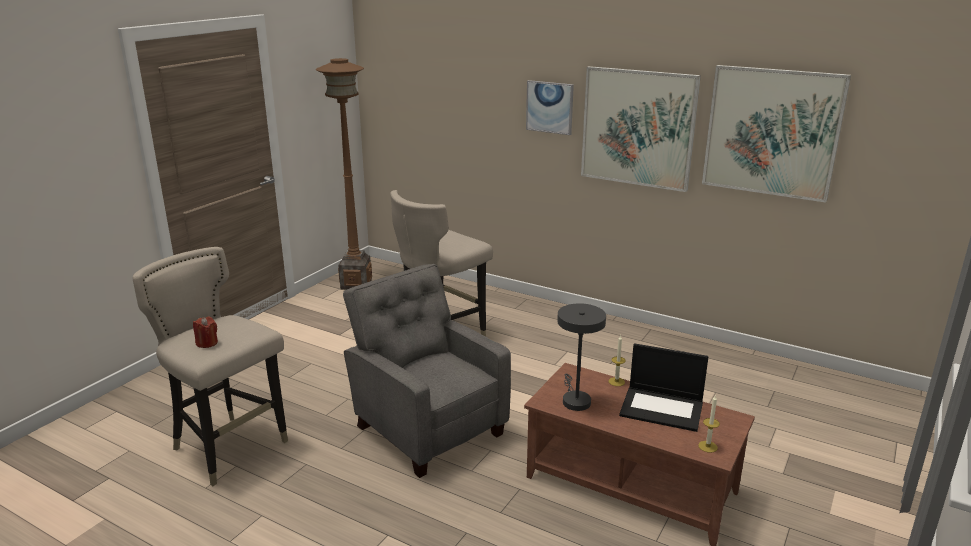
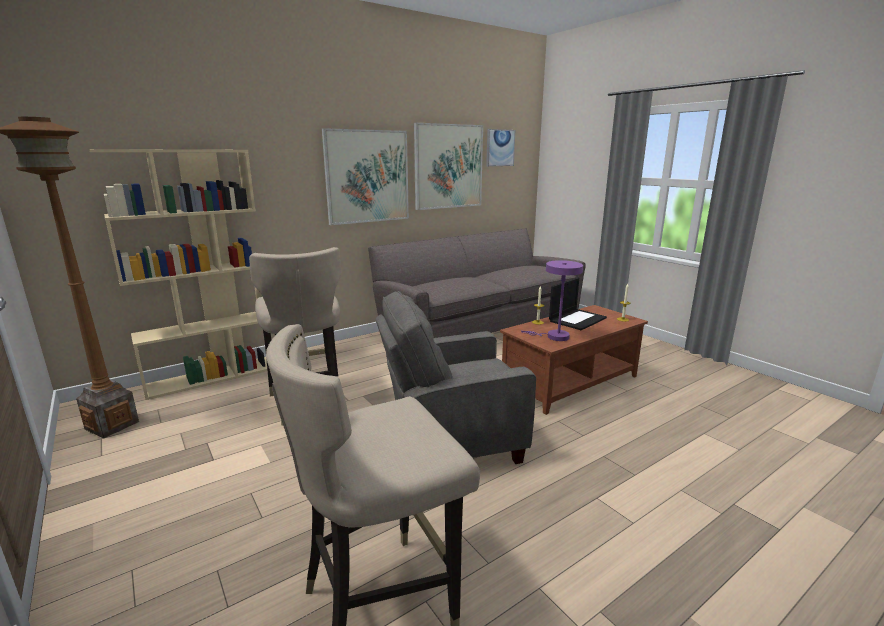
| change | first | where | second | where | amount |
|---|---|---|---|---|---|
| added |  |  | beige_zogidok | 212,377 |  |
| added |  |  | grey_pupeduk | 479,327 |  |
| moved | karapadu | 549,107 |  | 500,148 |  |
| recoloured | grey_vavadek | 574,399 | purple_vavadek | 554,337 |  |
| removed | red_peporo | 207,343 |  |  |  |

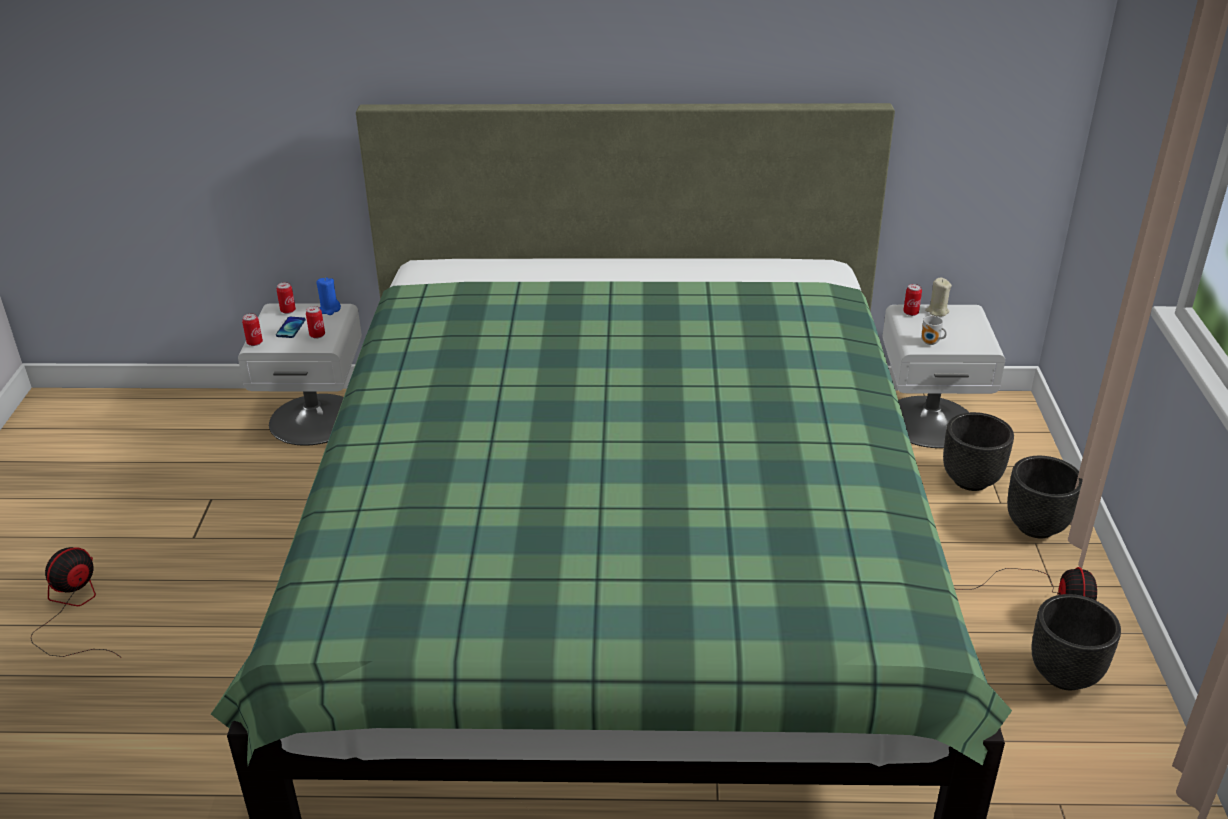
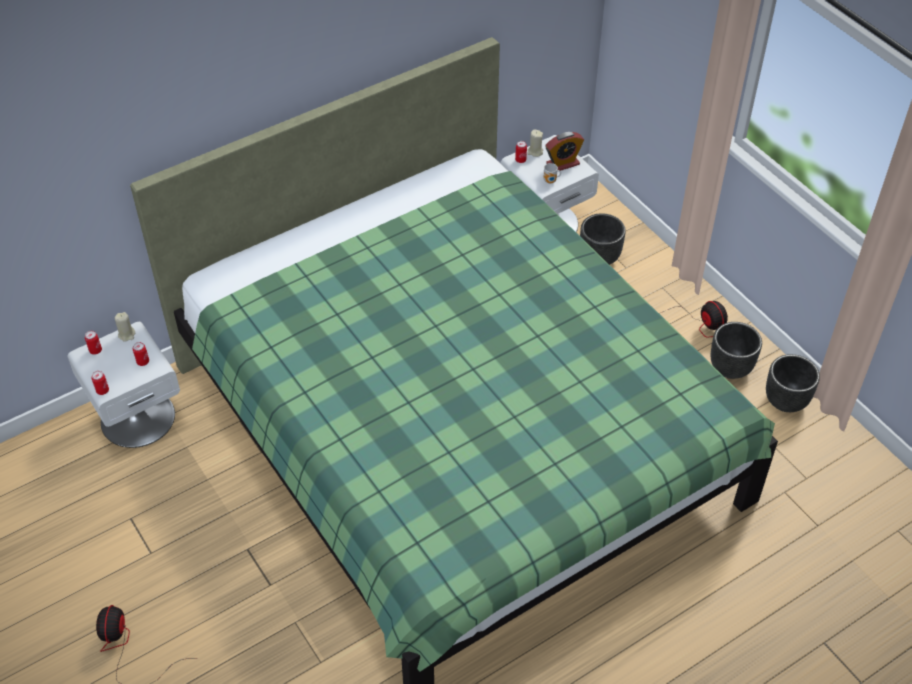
| change | first | where | second | where | amount |
|---|---|---|---|---|---|
| recoloured | blue_peporo | 329,309 | beige_peporo | 127,334 |  |
| added |  |  | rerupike | 563,164 |  |
| moved | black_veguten | 1035,526 |  | 784,402 |  |
| removed | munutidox | 291,328 |  |  |  |

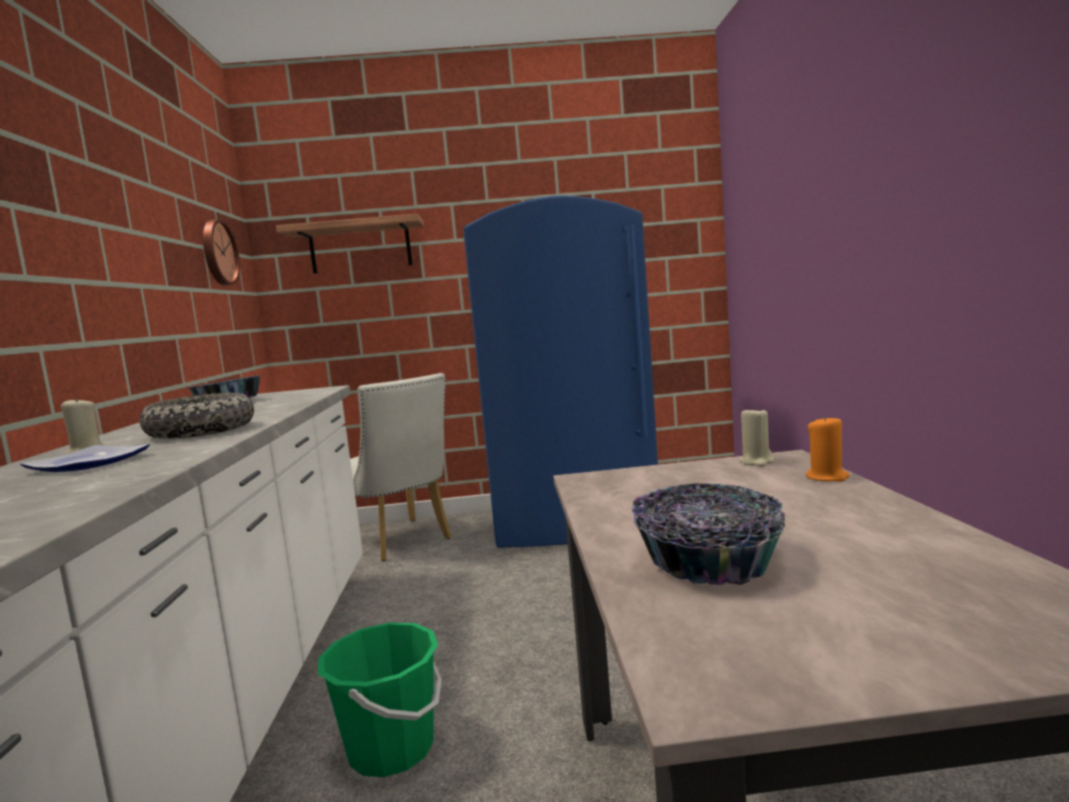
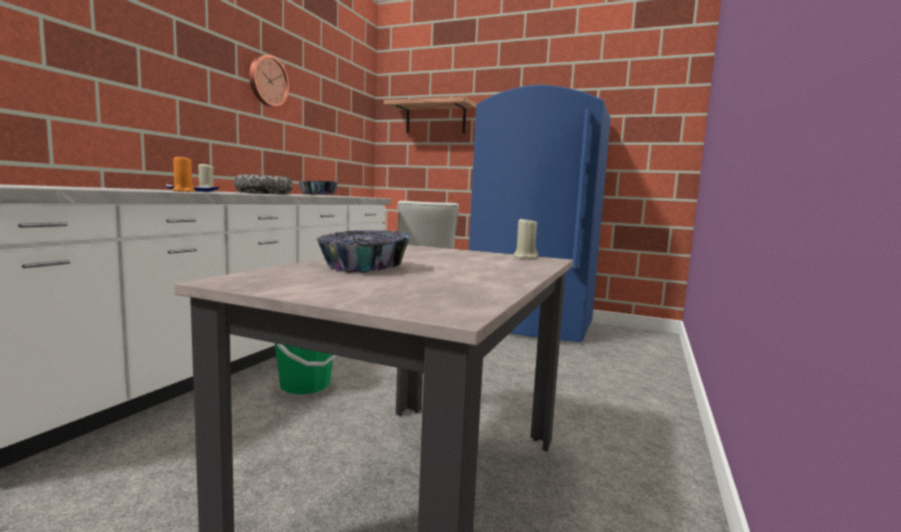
| change | first | where | second | where | amount |
|---|---|---|---|---|---|
| moved | orange_peporo | 827,477 |  | 184,191 |  |
| moved | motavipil | 218,253 |  | 267,81 |  |

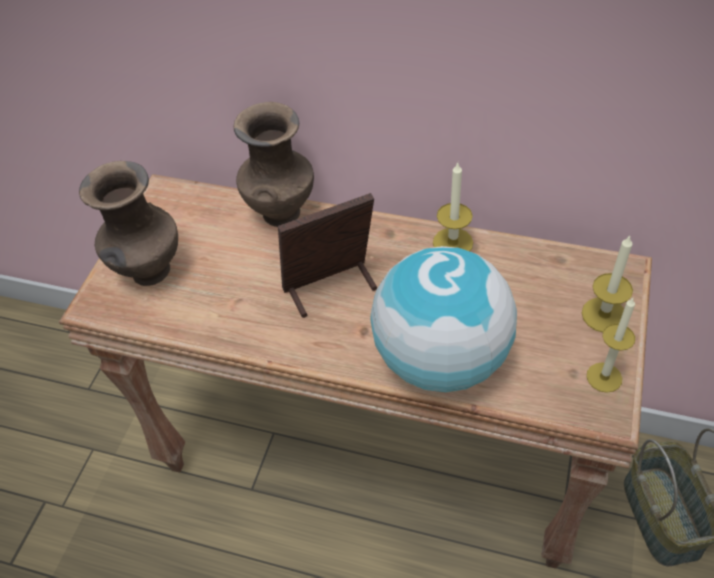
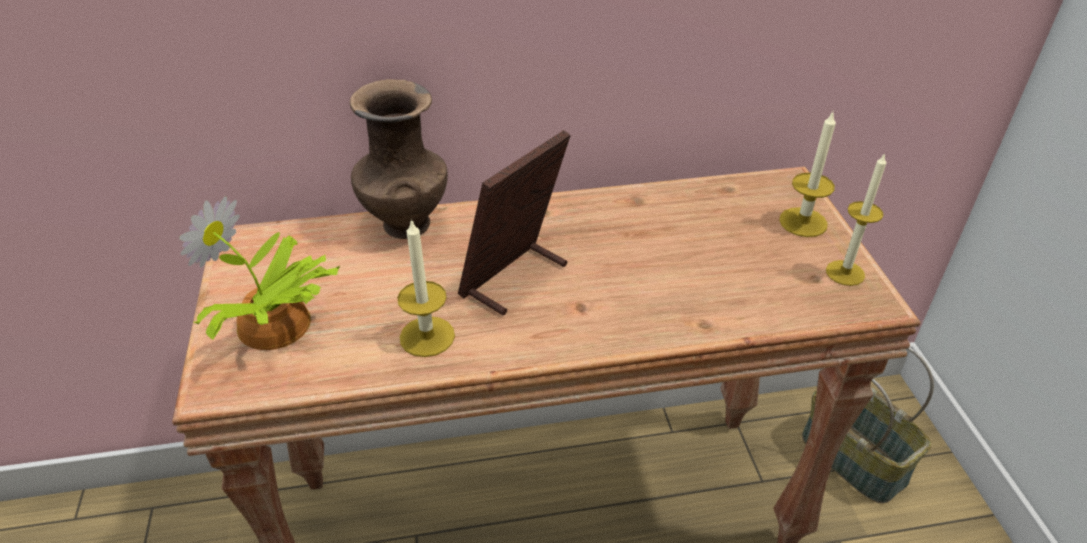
| change | first | where | second | where | amount |
|---|---|---|---|---|---|
| replaced | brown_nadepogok | 150,272 | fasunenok | 275,327 |  |
| moved | peporo | 452,243 |  | 427,336 |  |
| removed | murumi | 441,359 |  |  |  |

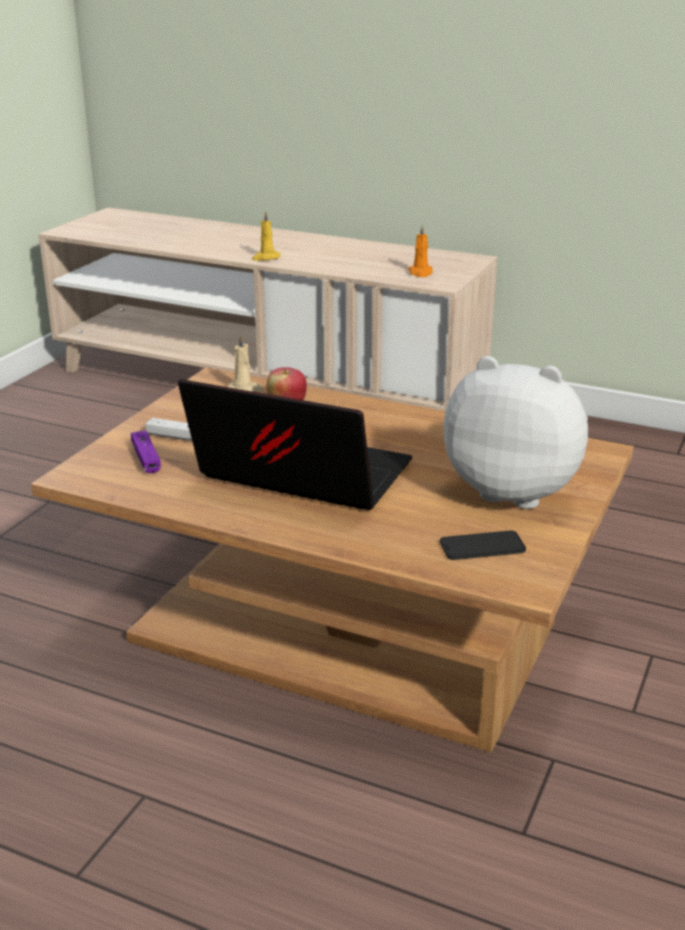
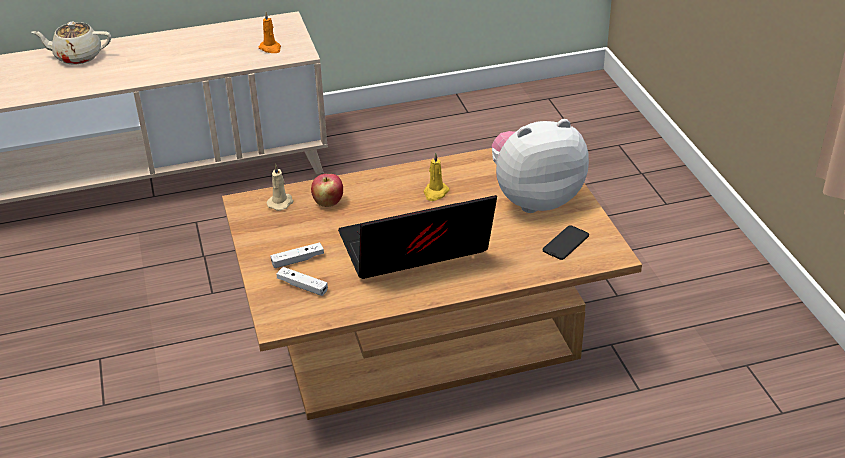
| change | first | where | second | where | amount |
|---|---|---|---|---|---|
| added |  |  | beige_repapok | 77,57 |  |
| recoloured | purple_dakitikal | 146,458 | white_dakitikal | 302,286 |  |
| moved | yellow_peporo | 265,258 |  | 435,193 |  |

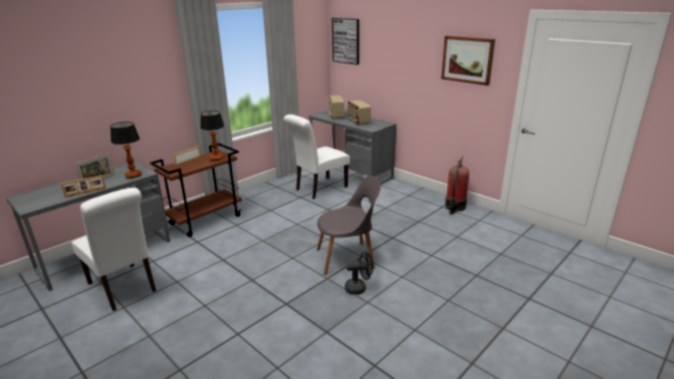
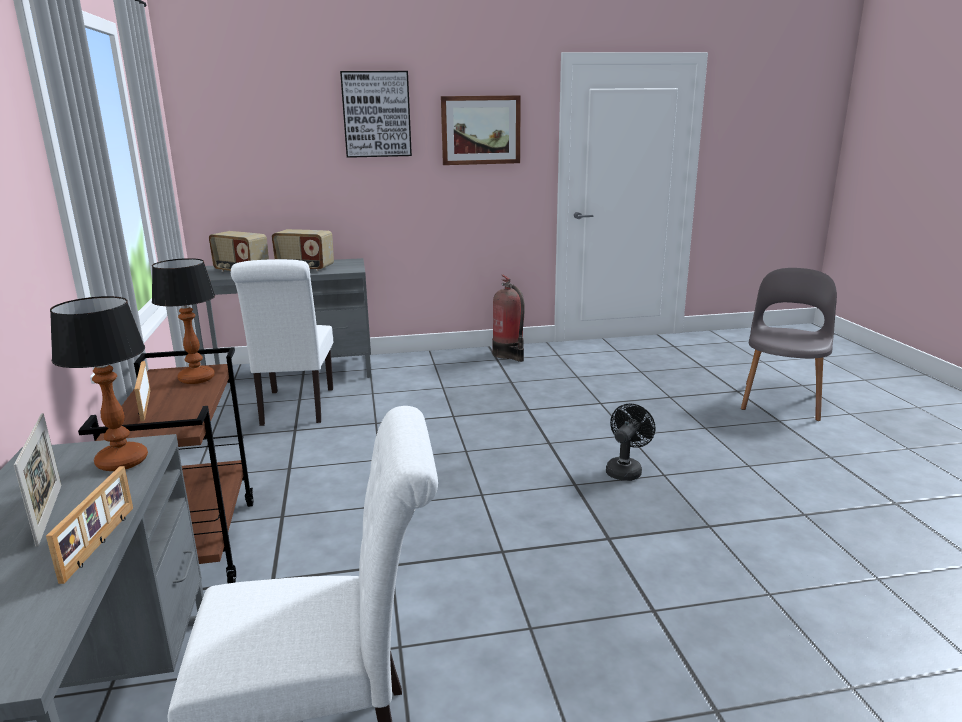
| change | first | where | second | where | amount |
|---|---|---|---|---|---|
| moved | karapadu | 346,41 |  | 376,114 |  |
| moved | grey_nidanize | 348,258 |  | 782,399 |  |

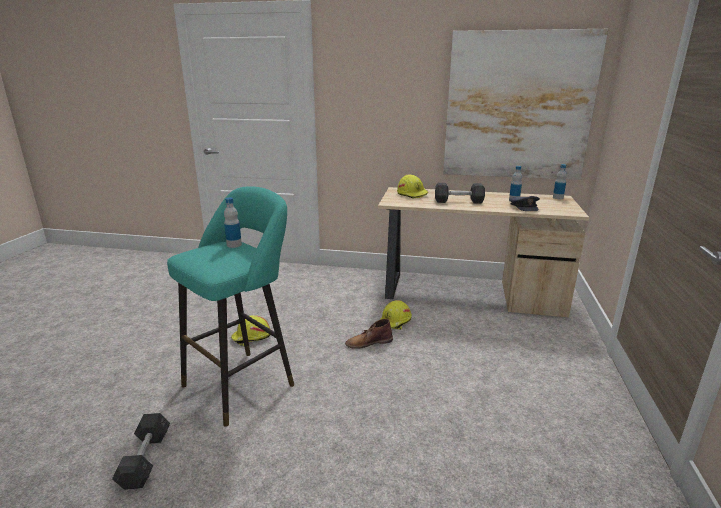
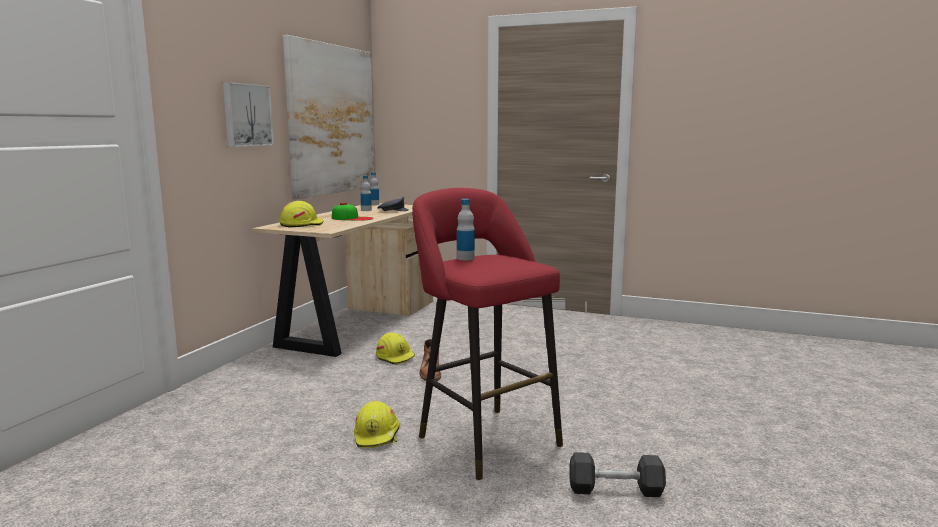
| change | first | where | second | where | amount |
|---|---|---|---|---|---|
| added |  |  | karapadu | 246,115 |  |
| replaced | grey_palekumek | 458,201 | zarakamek | 352,218 |  |
| recoloured | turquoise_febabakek | 244,382 | red_febabakek | 484,438 |  |

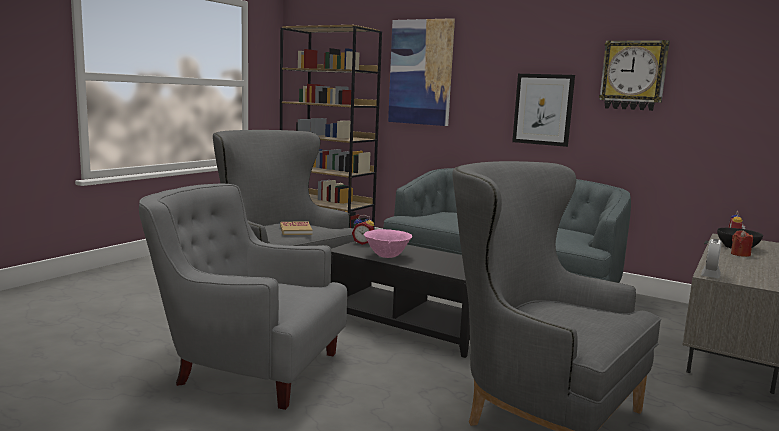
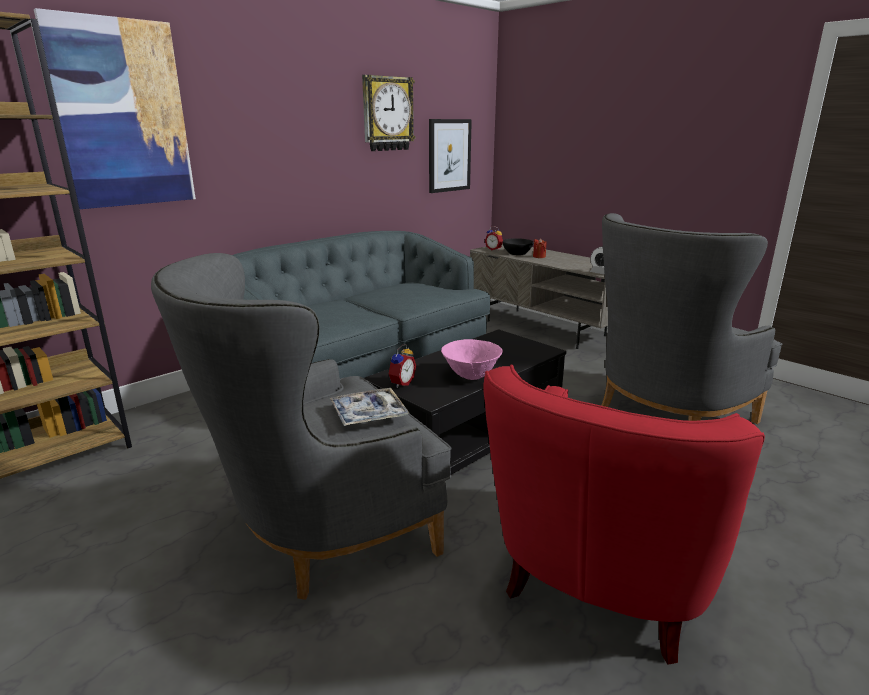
| change | first | where | second | where | amount |
|---|---|---|---|---|---|
| replaced | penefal | 295,230 | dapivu | 368,414 |  |
| moved | karapadu | 543,109 |  | 449,155 |  |
| recoloured | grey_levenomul | 246,367 | red_levenomul | 602,583 |  |

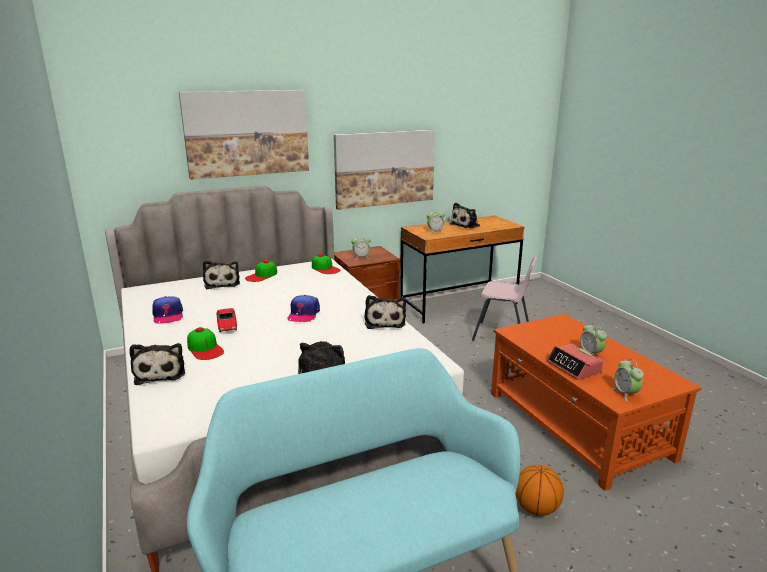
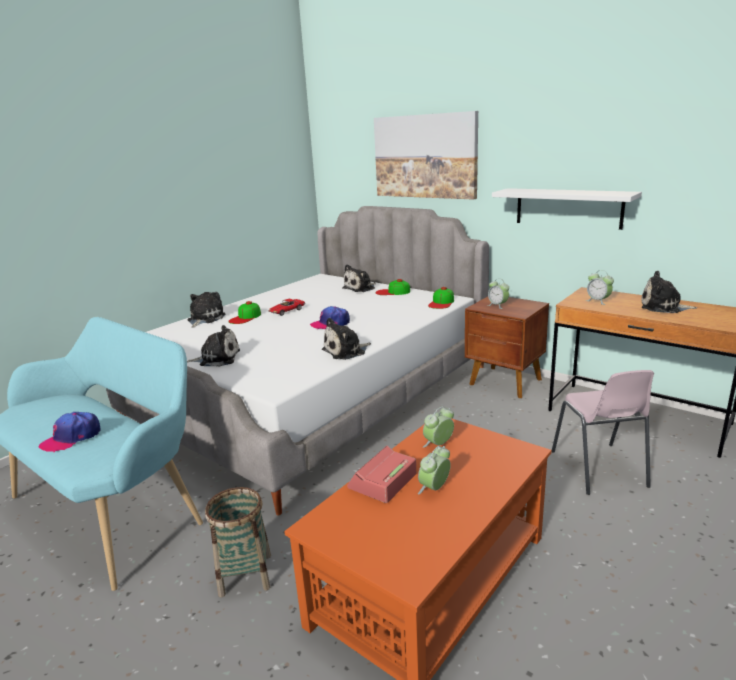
| change | first | where | second | where | amount |
|---|---|---|---|---|---|
| moved | zarakamek | 168,315 |  | 72,438 |  |
| turned | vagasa | 161,372 |  | 204,319 | 150 degrees clockwise |
| replaced | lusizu | 536,508 | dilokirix | 245,575 |  |
| moved | rerupike | 625,394 |  | 438,444 |  |
| replaced | karapadu | 384,168 | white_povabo | 568,208 |  |

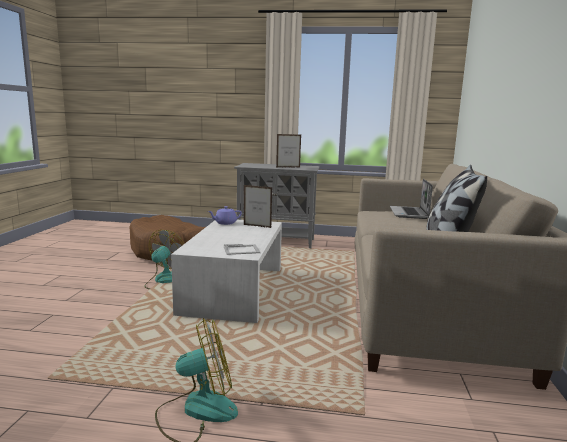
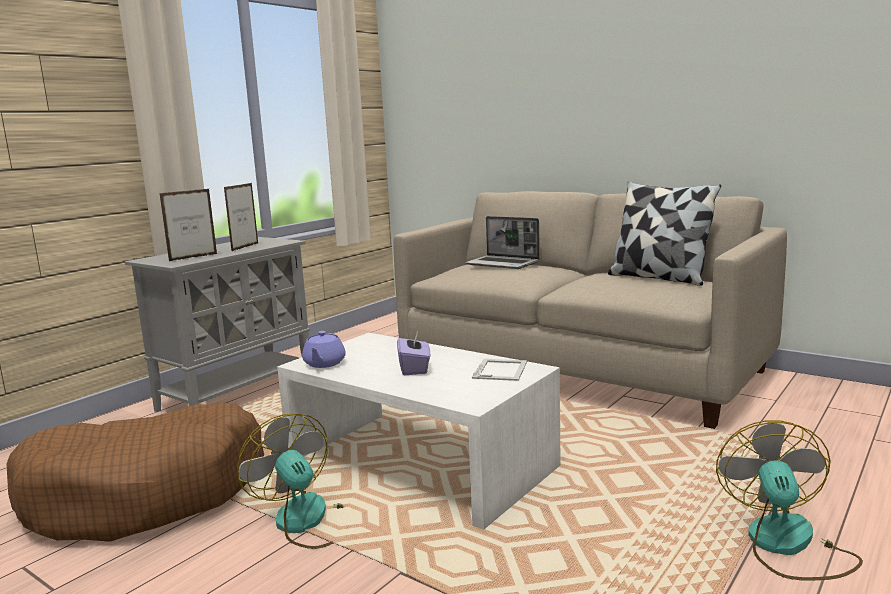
| change | first | where | second | where | amount |
|---|---|---|---|---|---|
| moved | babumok | 257,226 |  | 193,257 |  |
| added |  |  | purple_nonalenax | 414,368 |  |

